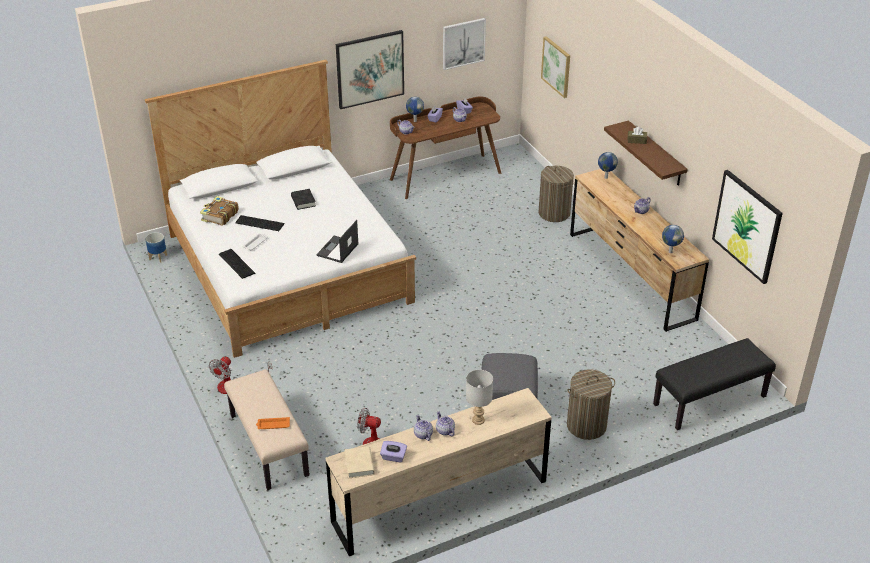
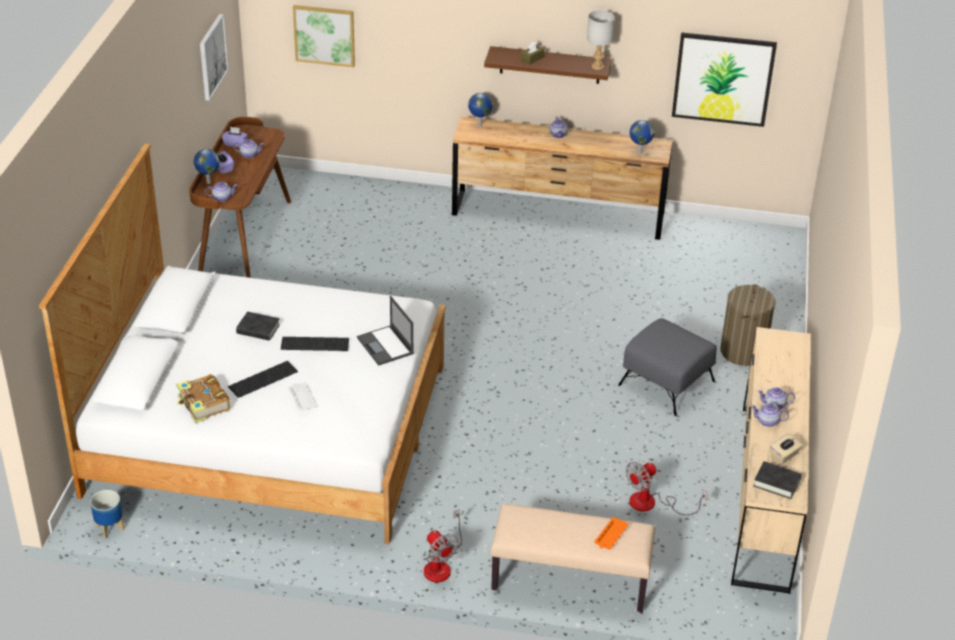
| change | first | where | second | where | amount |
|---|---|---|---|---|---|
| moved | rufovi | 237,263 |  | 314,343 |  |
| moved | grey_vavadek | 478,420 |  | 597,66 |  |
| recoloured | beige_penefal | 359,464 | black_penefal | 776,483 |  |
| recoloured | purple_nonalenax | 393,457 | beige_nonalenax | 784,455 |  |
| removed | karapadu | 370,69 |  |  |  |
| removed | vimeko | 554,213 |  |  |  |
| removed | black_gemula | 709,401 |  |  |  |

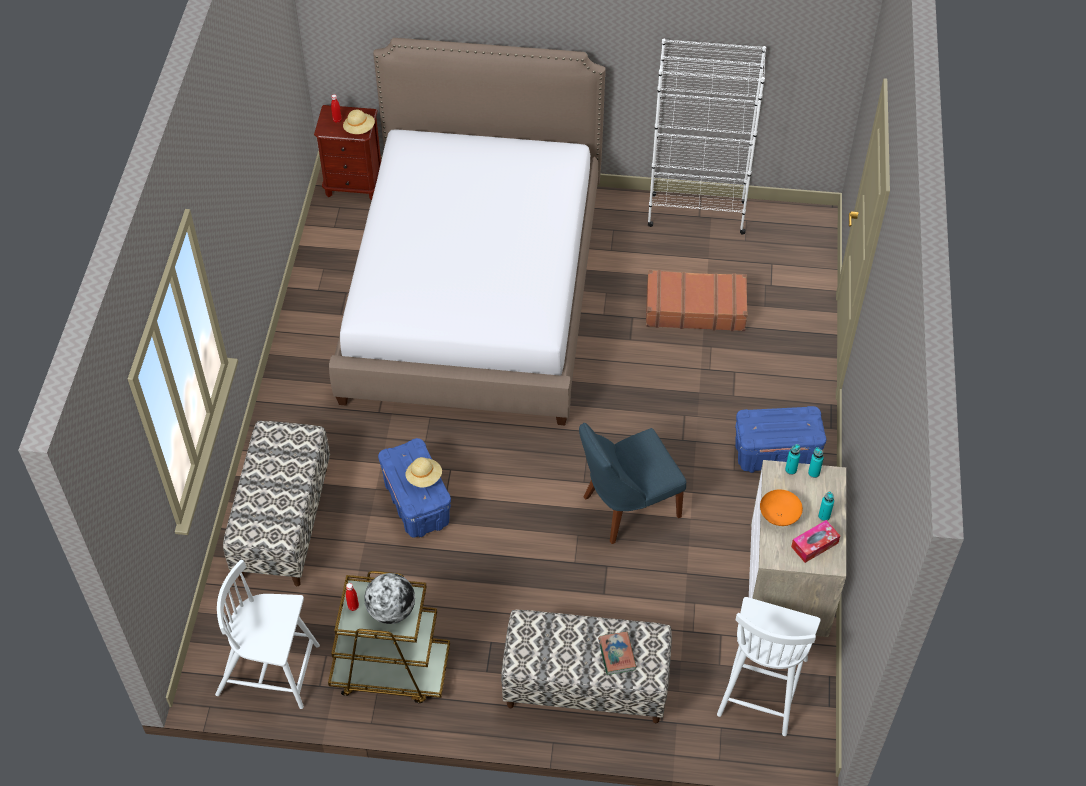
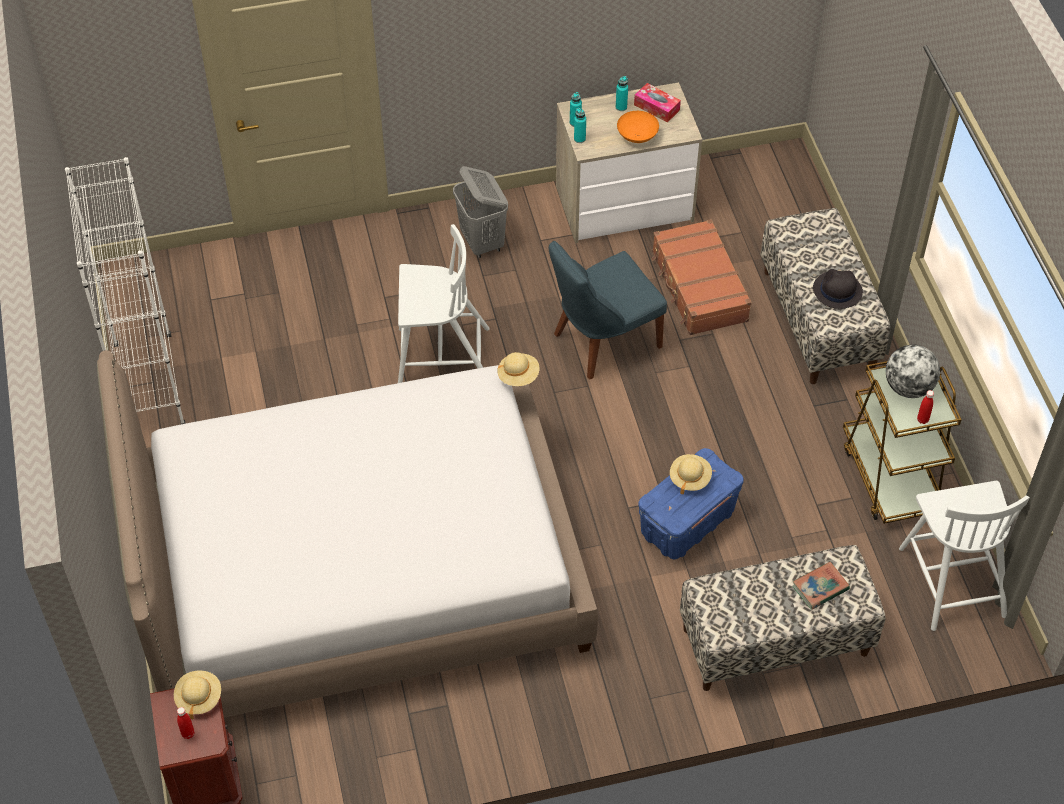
| change | first | where | second | where | amount |
|---|---|---|---|---|---|
| moved | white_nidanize | 762,684 |  | 441,356 |  |
| replaced | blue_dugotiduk | 775,455 | grey_vimeko | 482,242 |  |
| added |  |  | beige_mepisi | 518,376 |  |
| turned | blue_nidanize | 627,507 |  | 602,342 | 105 degrees clockwise |
| moved | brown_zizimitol | 695,308 |  | 698,287 |  |
| moved | penefal | 617,654 |  | 820,588 |  |
| added |  |  | black_mepisi | 837,290 |  |

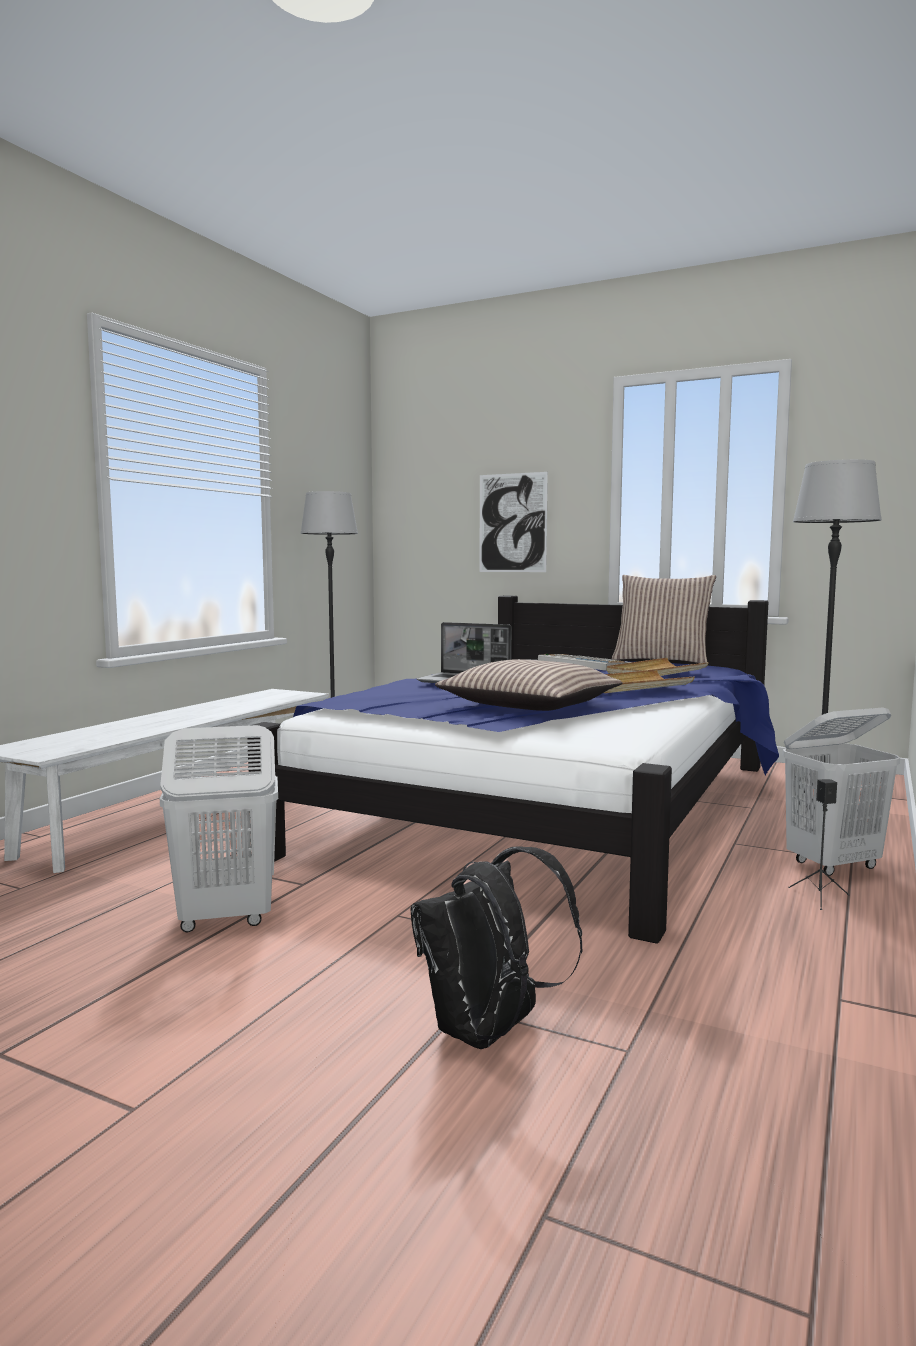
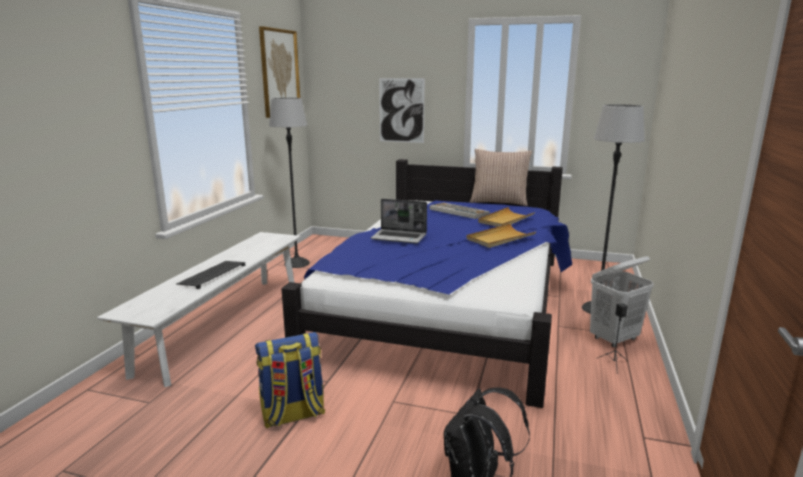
| change | first | where | second | where | amount |
|---|---|---|---|---|---|
| added |  |  | rufovi | 212,275 |  |
| replaced | white_vimeko | 225,919 | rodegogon | 292,415 |  |
| added |  |  | karapadu | 279,73 |  |
| removed | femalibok | 530,705 |  |  |  |

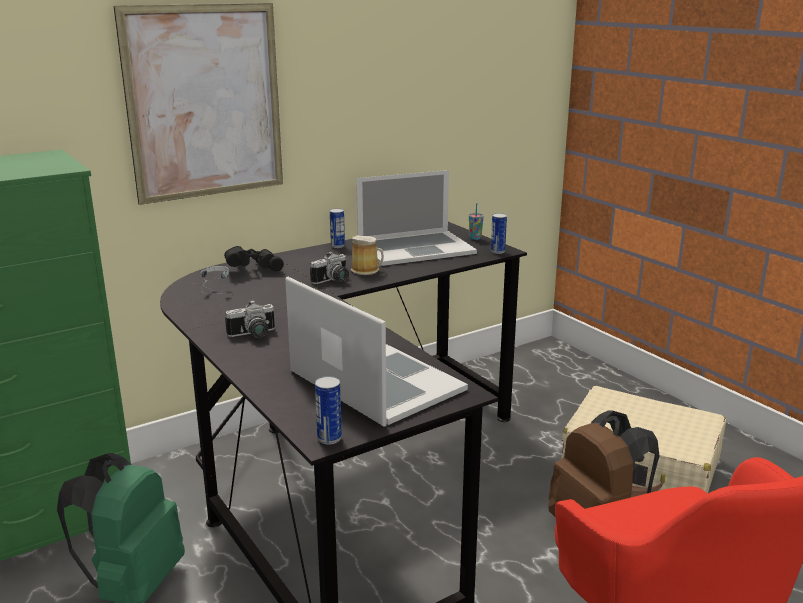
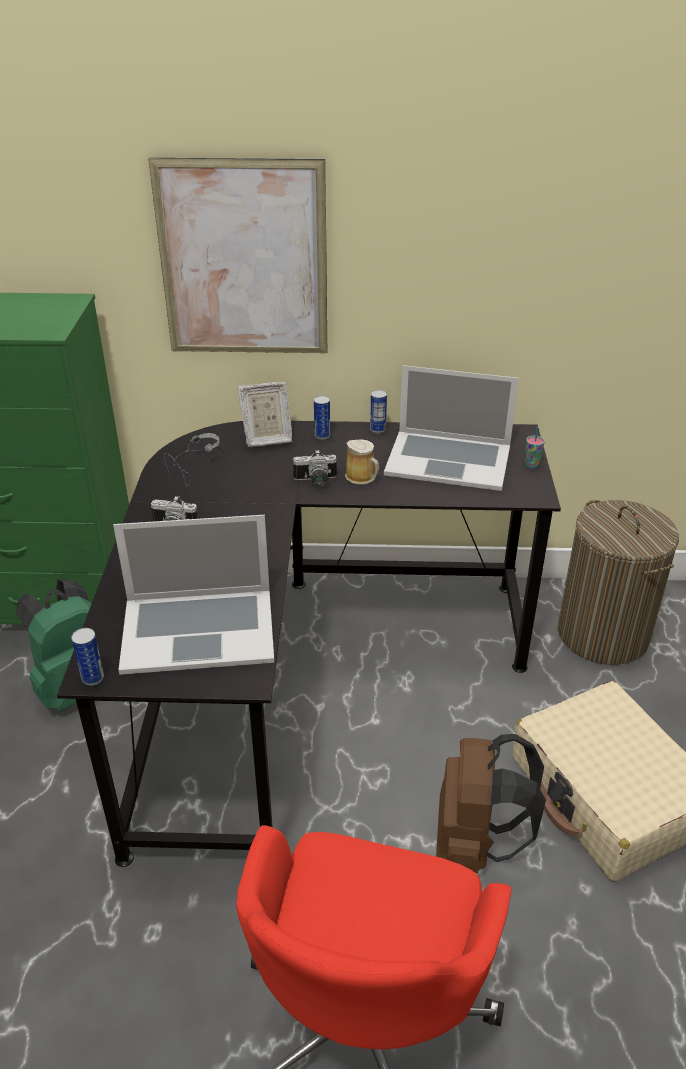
| change | first | where | second | where | amount |
|---|---|---|---|---|---|
| turned | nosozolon | 375,381 |  | 198,629 | 90 degrees clockwise |
| replaced | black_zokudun | 253,269 | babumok | 266,439 |  |
| moved | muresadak | 497,251 |  | 322,436 |  |
| added |  |  | vimeko | 603,634 |  |

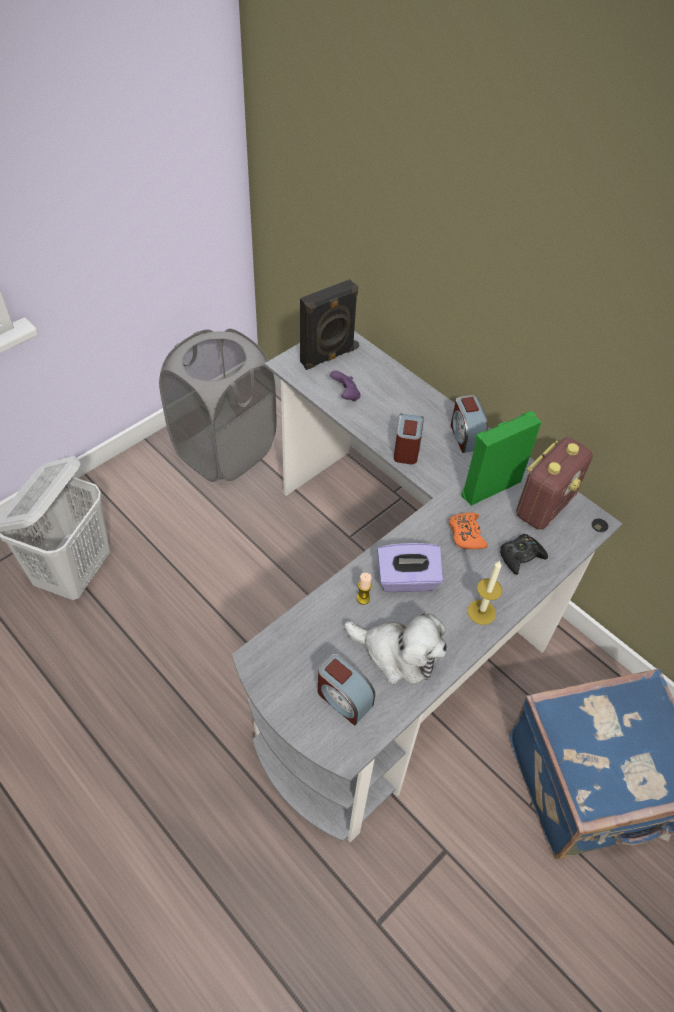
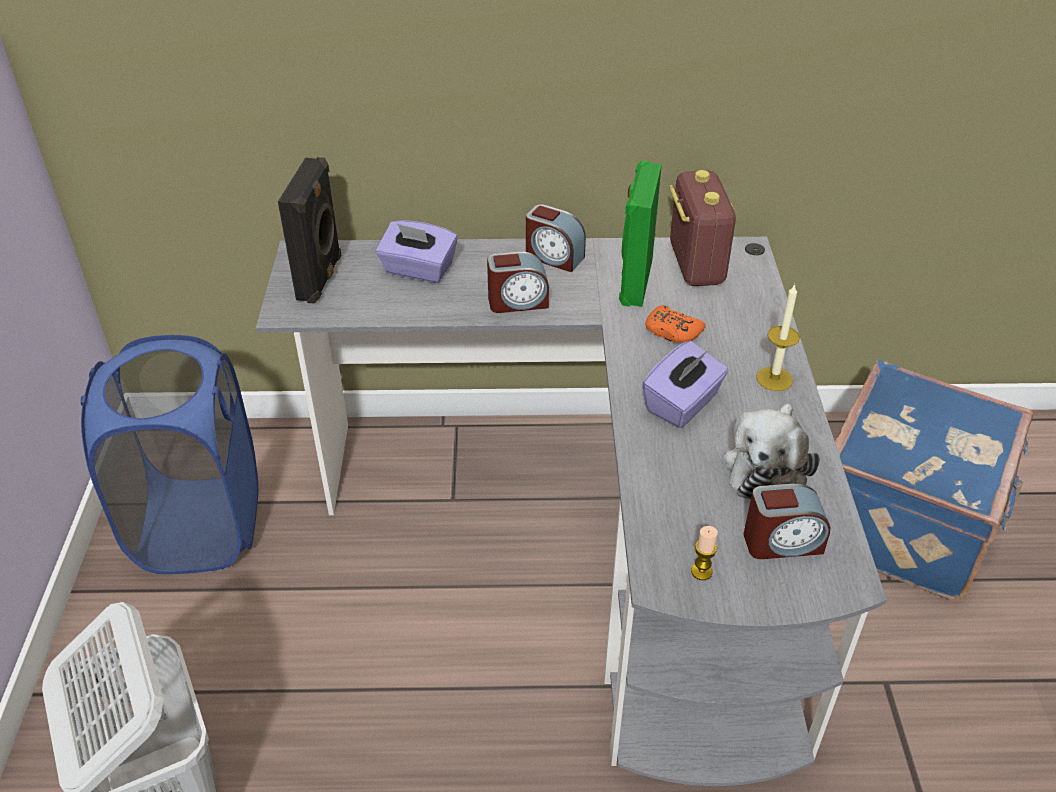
| change | first | where | second | where | amount |
|---|---|---|---|---|---|
| recoloured | grey_vimeko | 224,450 | blue_vimeko | 199,525 |  |
| added |  |  | purple_nonalenax | 418,270 |  |
| turned | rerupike | 407,448 |  | 517,302 | 120 degrees clockwise |
| moved | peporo | 363,598 |  | 701,572 |  |
| turned | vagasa | 397,654 |  | 766,467 | 135 degrees clockwise |
| removed | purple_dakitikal | 346,395 |  |  |  |
| removed | black_dakitikal | 520,556 |  |  |  |

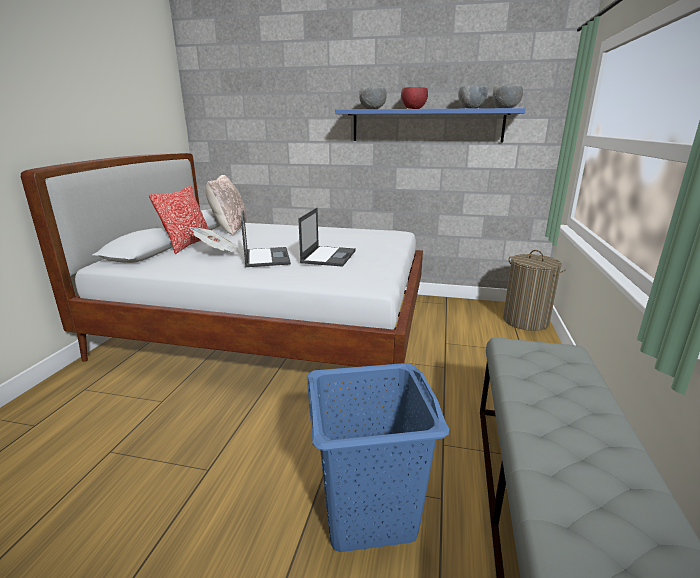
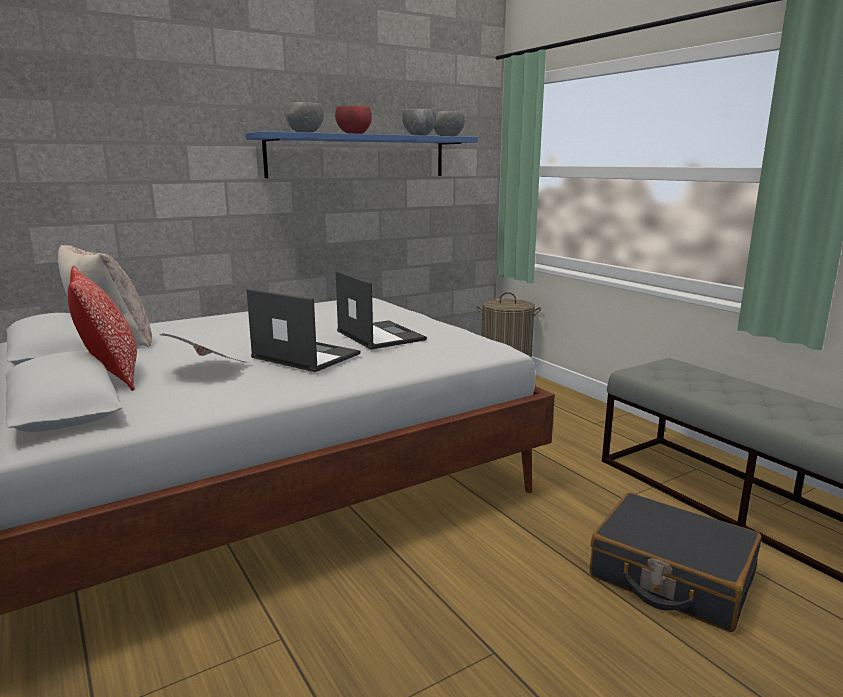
| change | first | where | second | where | amount |
|---|---|---|---|---|---|
| replaced | blue_vimeko | 369,512 | black_zizimitol | 671,577 |  |

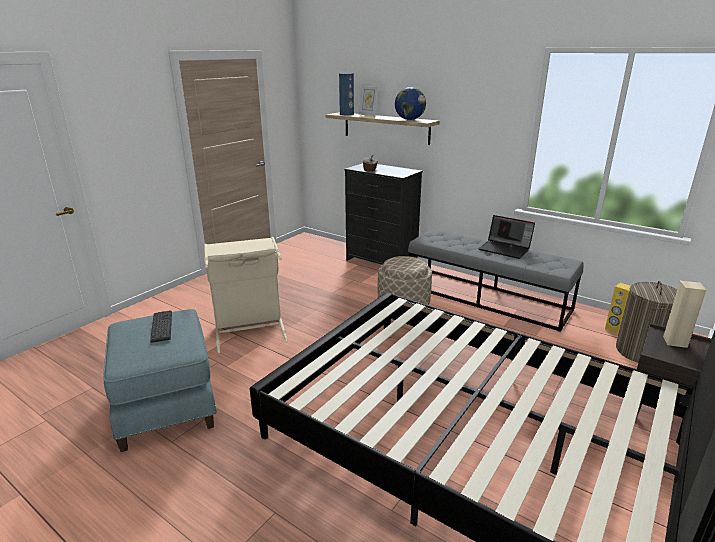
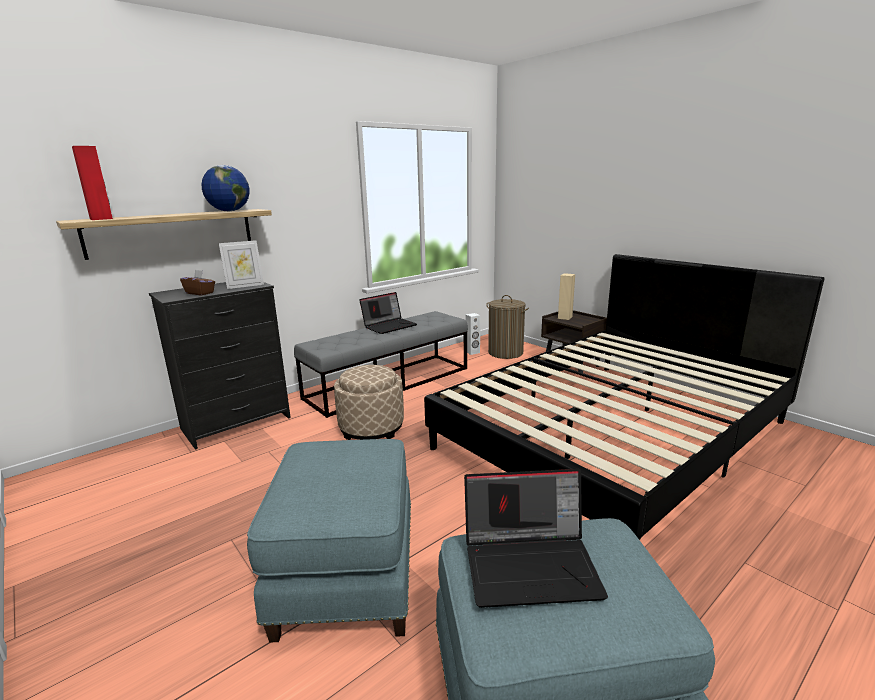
| change | first | where | second | where | amount |
|---|---|---|---|---|---|
| recoloured | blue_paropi | 347,114 | red_paropi | 101,219 |  |
| moved | babumok | 368,115 |  | 245,286 |  |
| replaced | beige_vimeko | 250,329 | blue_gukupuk | 345,572 |  |
| replaced | rufovi | 161,326 | nosozolon | 532,564 |  |
| recoloured | yellow_paropi | 613,329 | white_paropi | 472,352 |  |

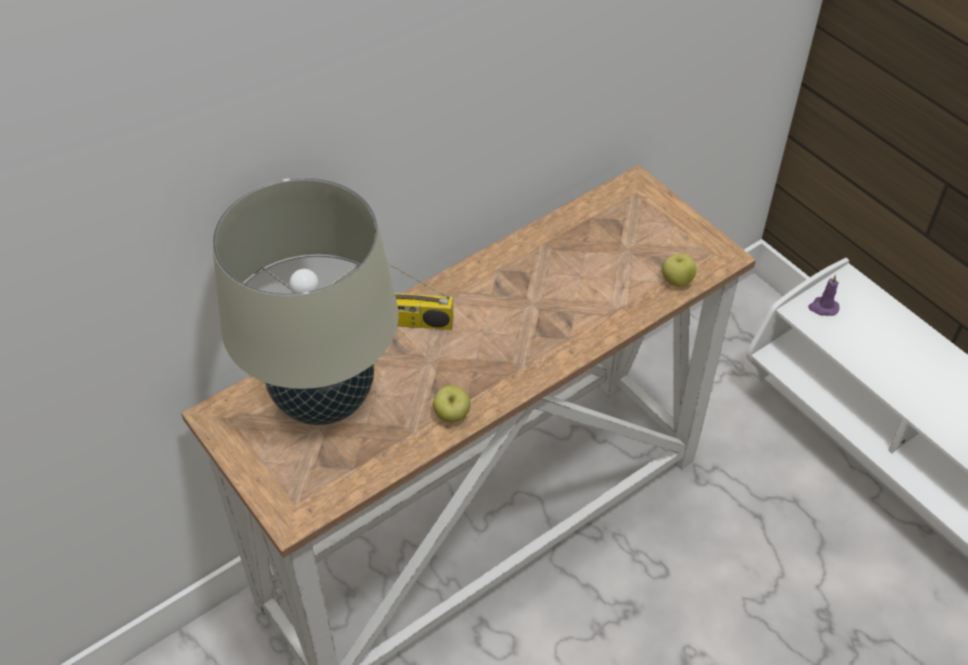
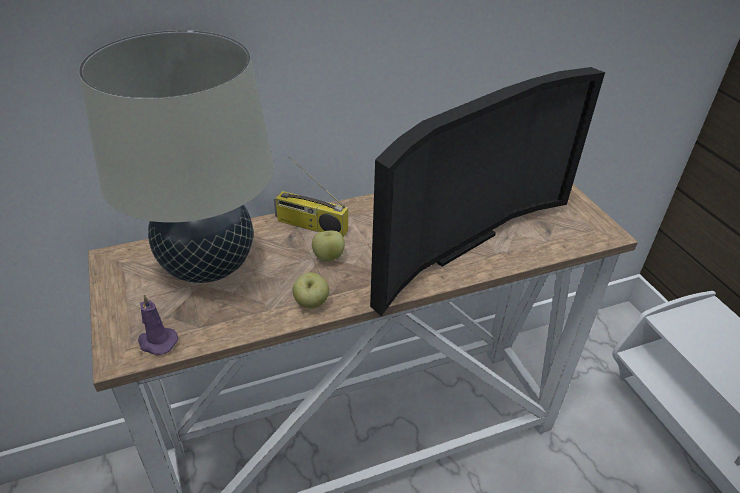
| change | first | where | second | where | amount |
|---|---|---|---|---|---|
| moved | purple_peporo | 823,307 |  | 157,342 |  |
| moved | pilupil | 677,281 |  | 328,257 |  |
| added |  |  | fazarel | 451,239 |  |

